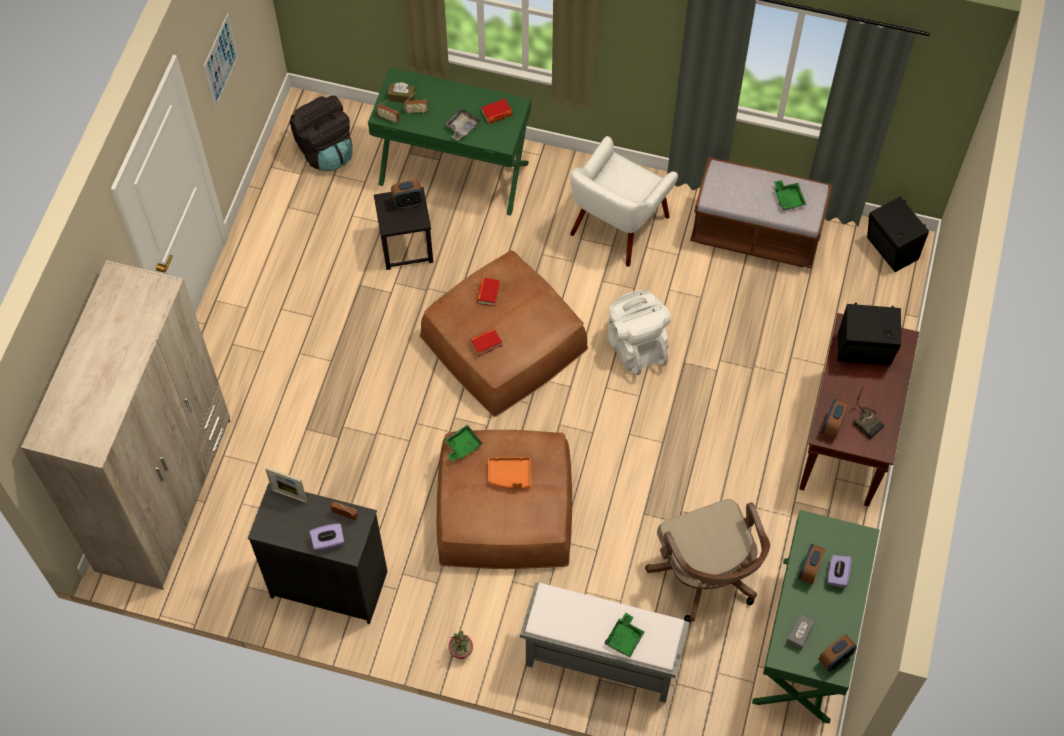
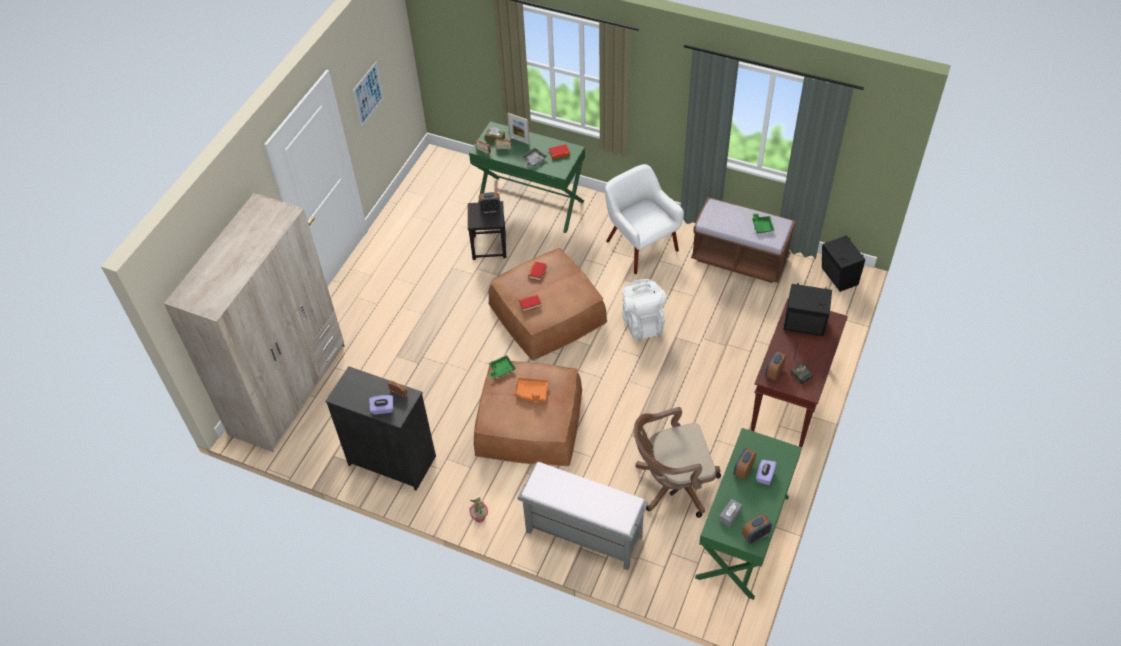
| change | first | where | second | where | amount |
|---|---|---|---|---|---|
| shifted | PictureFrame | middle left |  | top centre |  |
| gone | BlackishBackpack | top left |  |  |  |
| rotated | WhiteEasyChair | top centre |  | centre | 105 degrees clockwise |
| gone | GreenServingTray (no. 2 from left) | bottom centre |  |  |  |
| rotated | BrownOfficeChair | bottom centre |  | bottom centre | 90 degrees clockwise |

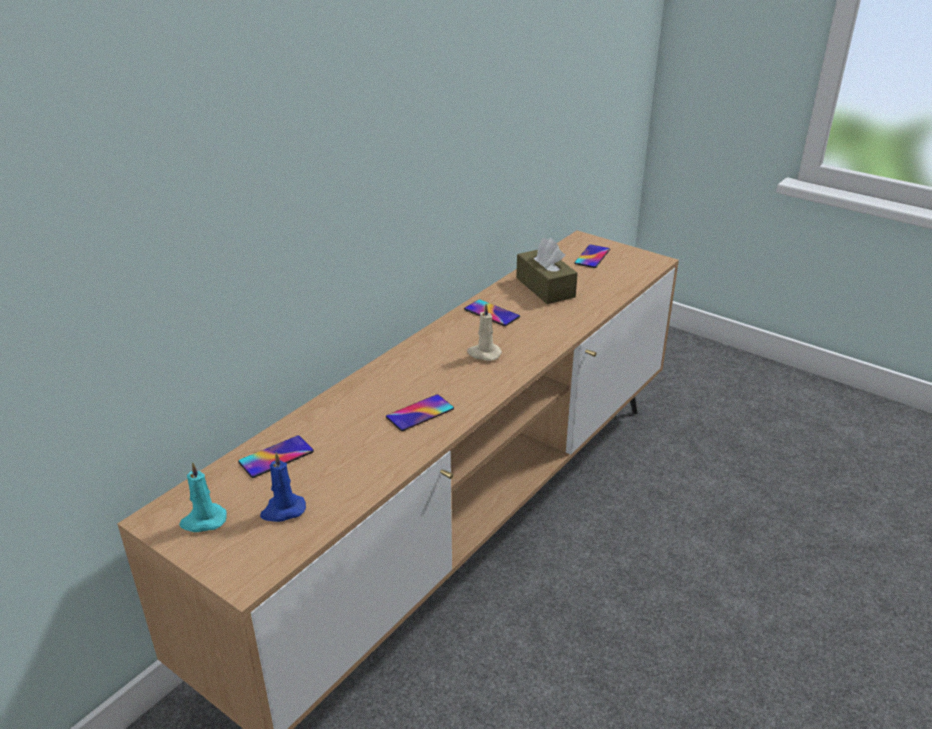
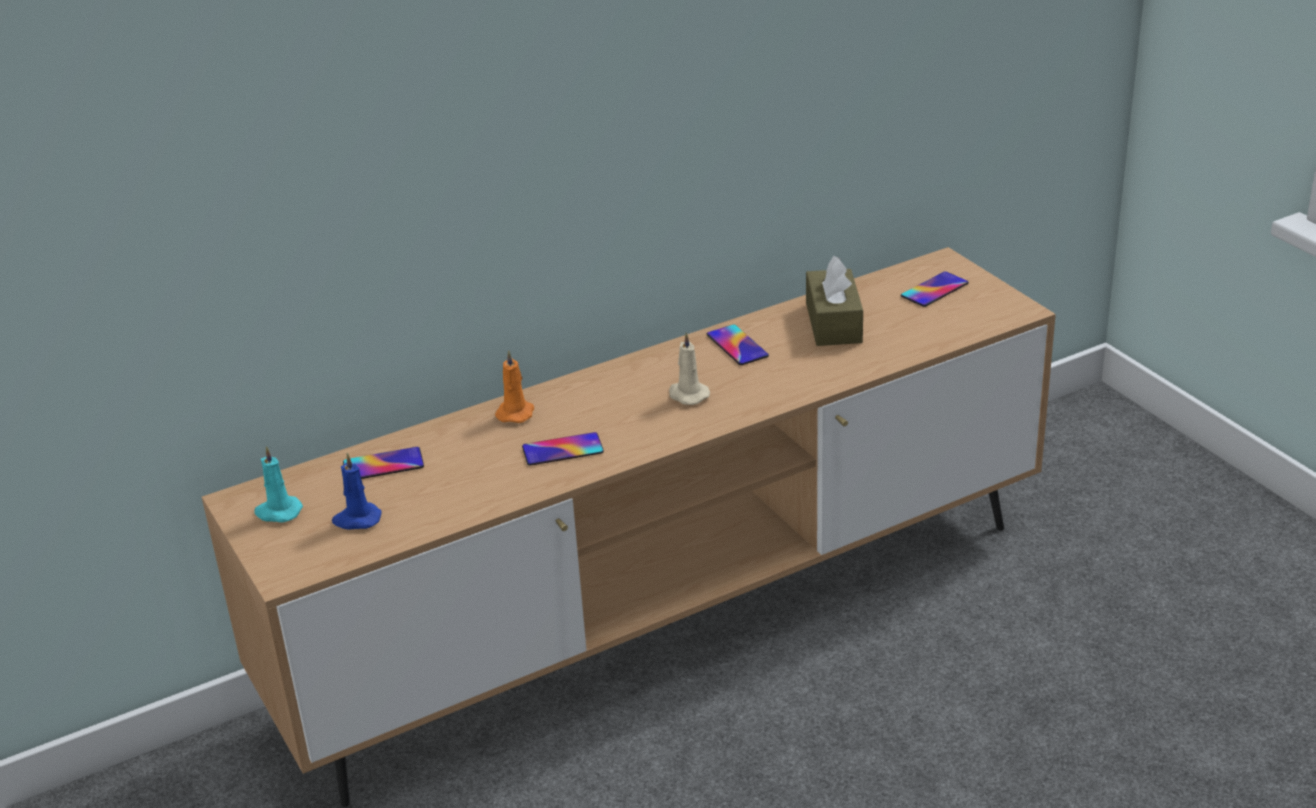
| change | first | where | second | where | amount |
|---|---|---|---|---|---|
| new |  |  | OrangeColouredWaxCandle | centre |  |

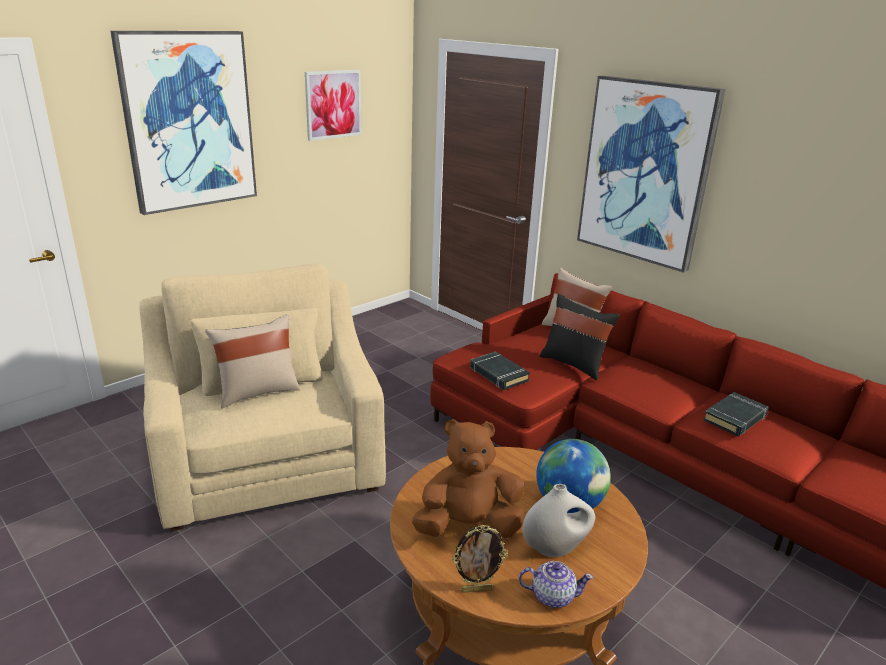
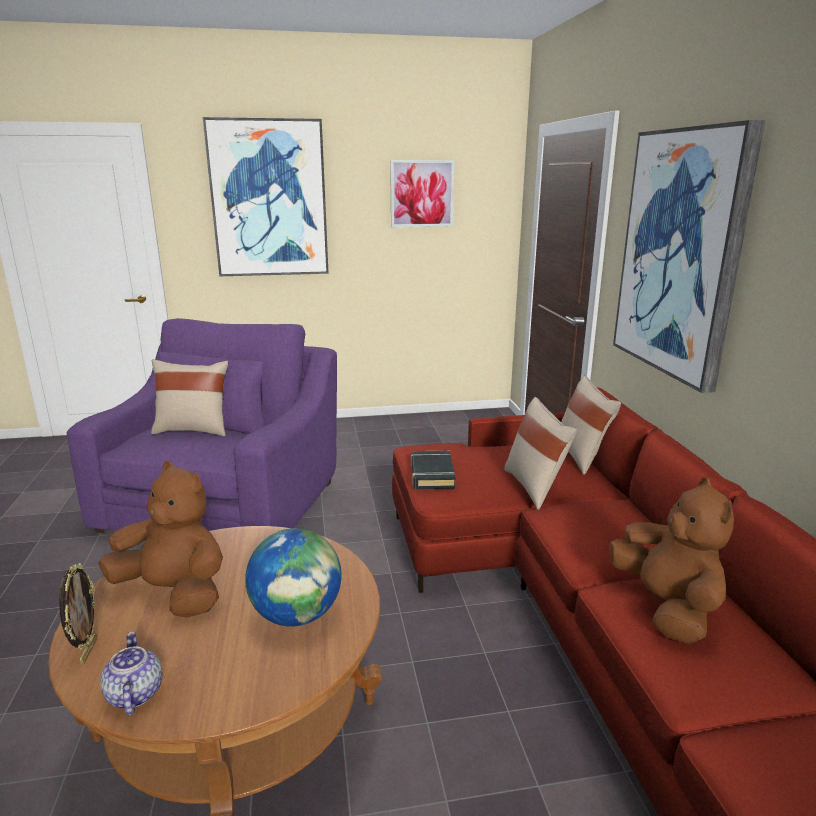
| change | first | where | second | where | amount |
|---|---|---|---|---|---|
| repainted | BeigeEasyChair | middle left | PurplishEasyChair | middle left |  |
| rotated | PictureFrame | bottom centre |  | bottom left | 120 degrees counterclockwise |
| rotated | TeaPot | bottom centre |  | bottom left | 150 degrees counterclockwise |
| gone | WhiteVase | bottom centre |  |  |  |
| repainted | BlackishCushion | centre | BeigeCushion (no. 2 from left) | centre |  |
| swapped | BlackishVolume (no. 2 from left) | middle right | BrownPlushToy (no. 2 from left) | bottom right |  |

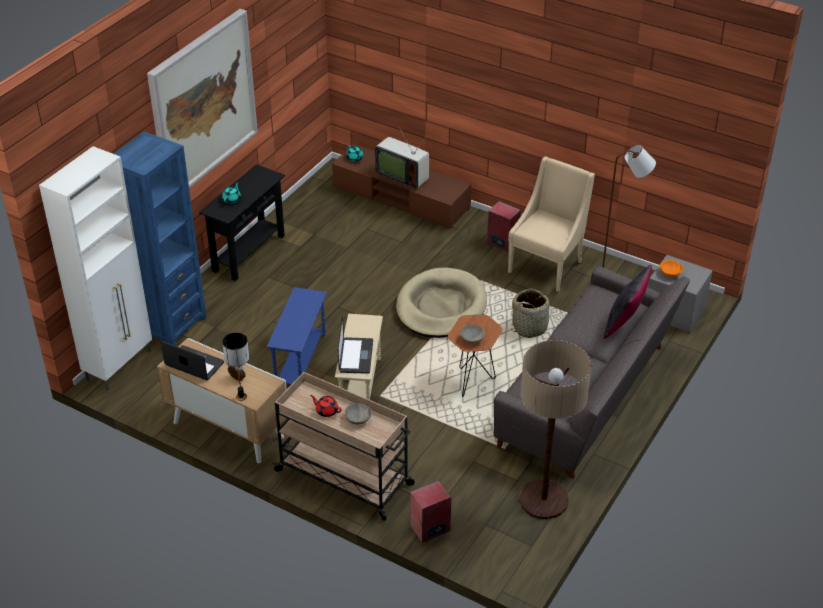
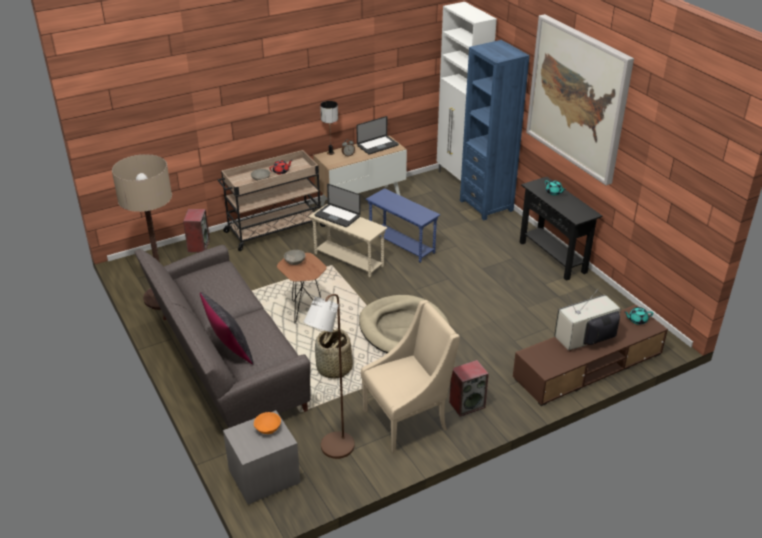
| change | first | where | second | where | amount |
|---|---|---|---|---|---|
| rotated | BeigeEasyChair | middle right |  | bottom centre | 90 degrees counterclockwise |

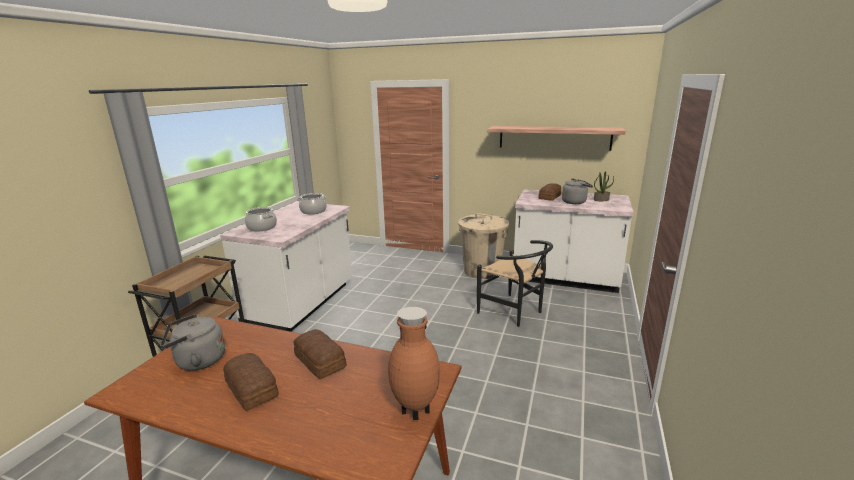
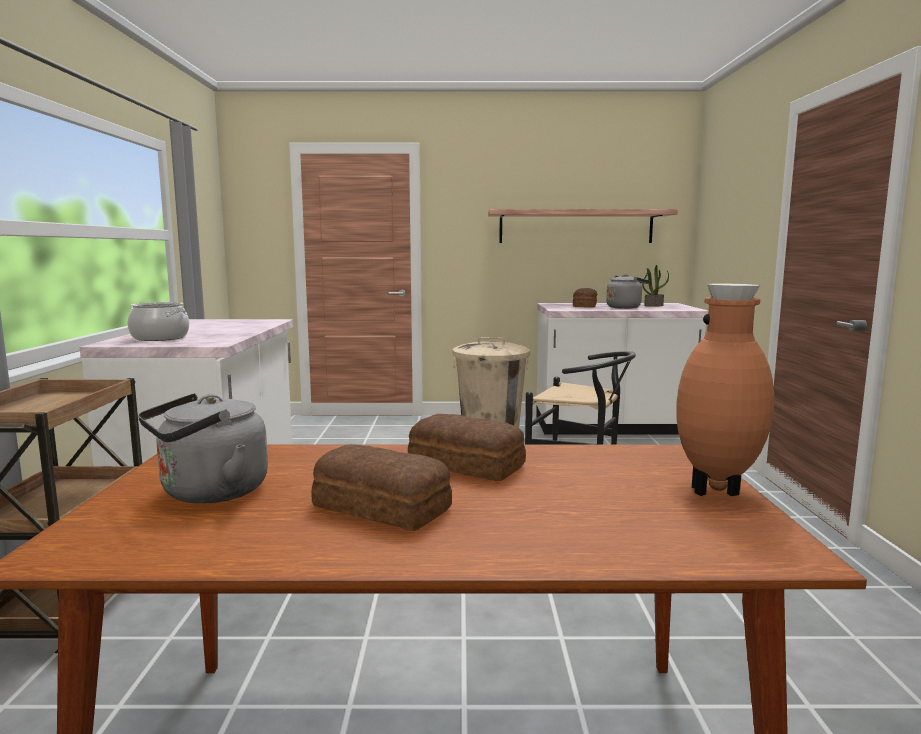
| change | first | where | second | where | amount |
|---|---|---|---|---|---|
| gone | Stockpot (no. 2 from left) | centre |  |  |  |

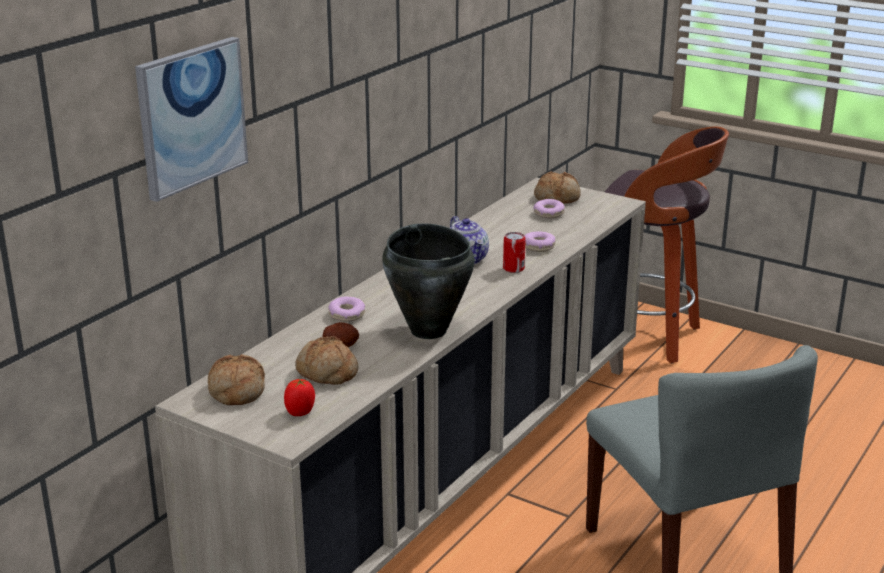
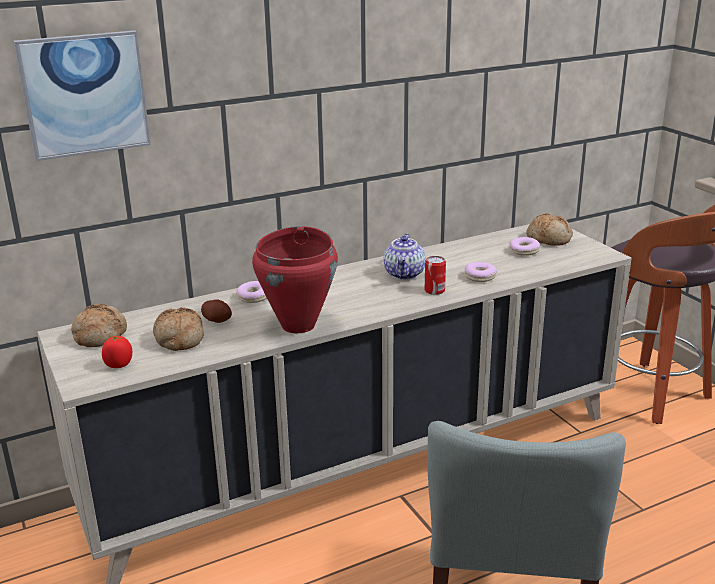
| change | first | where | second | where | amount |
|---|---|---|---|---|---|
| repainted | BlackishStockpot | centre | RedStockpot | centre |  |

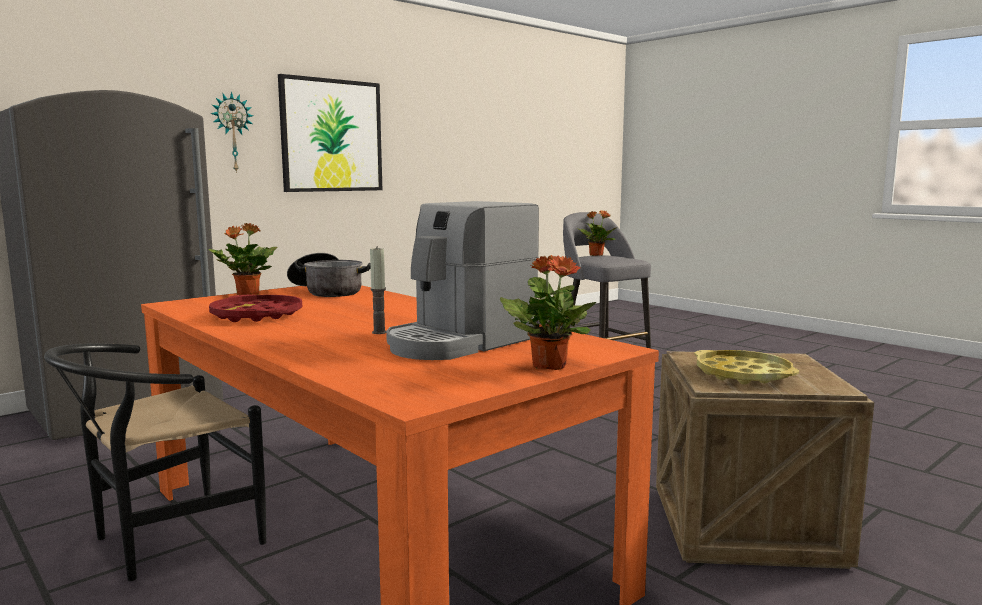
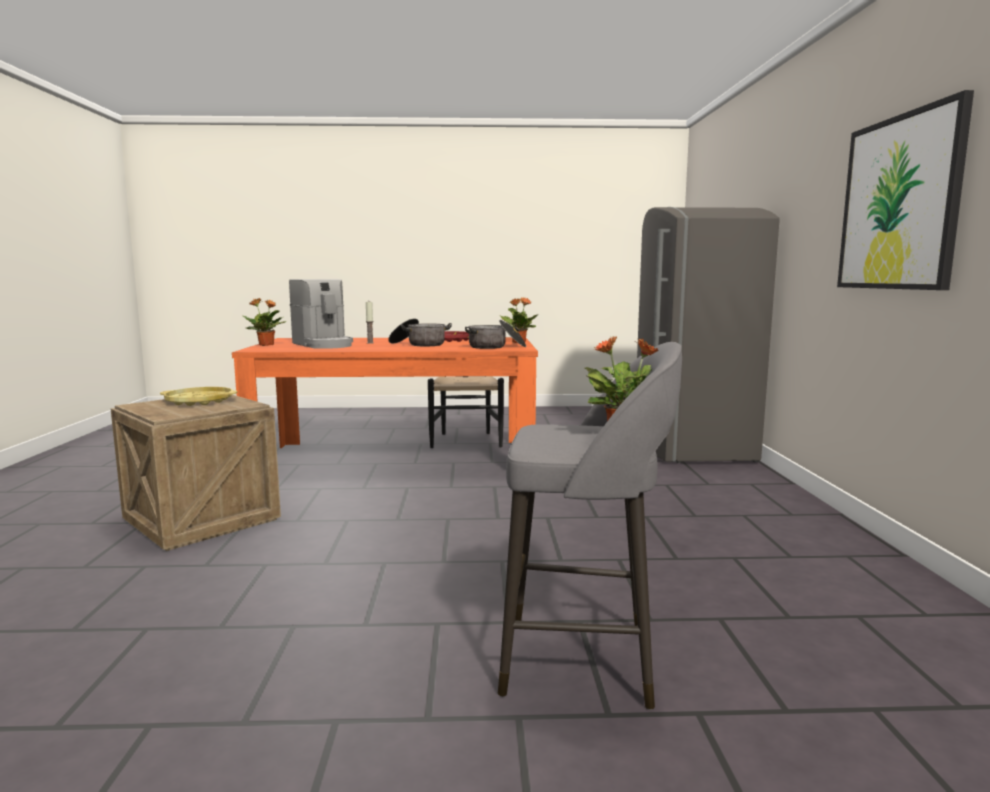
| change | first | where | second | where | amount |
|---|---|---|---|---|---|
| gone | WallClock | top left |  |  |  |
| rotated | CoffeeBrewer | centre |  | middle left | 150 degrees clockwise |
| new |  |  | Stockpot (no. 1 from left) | centre |  |

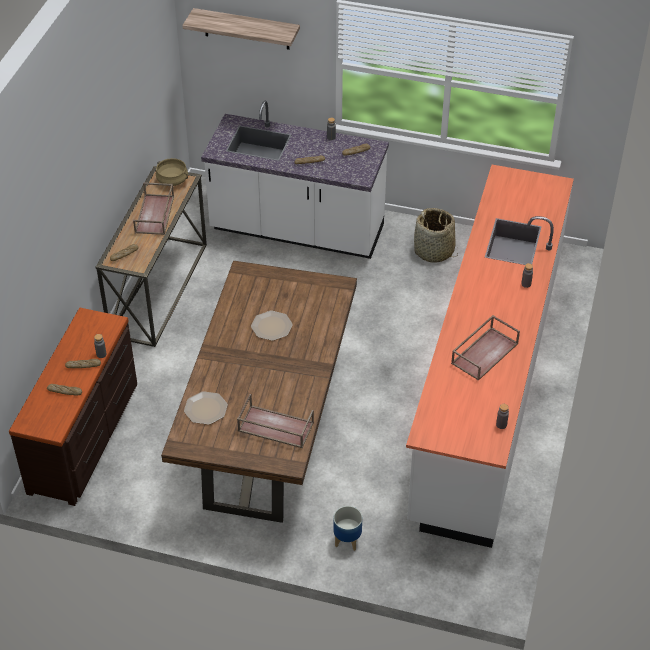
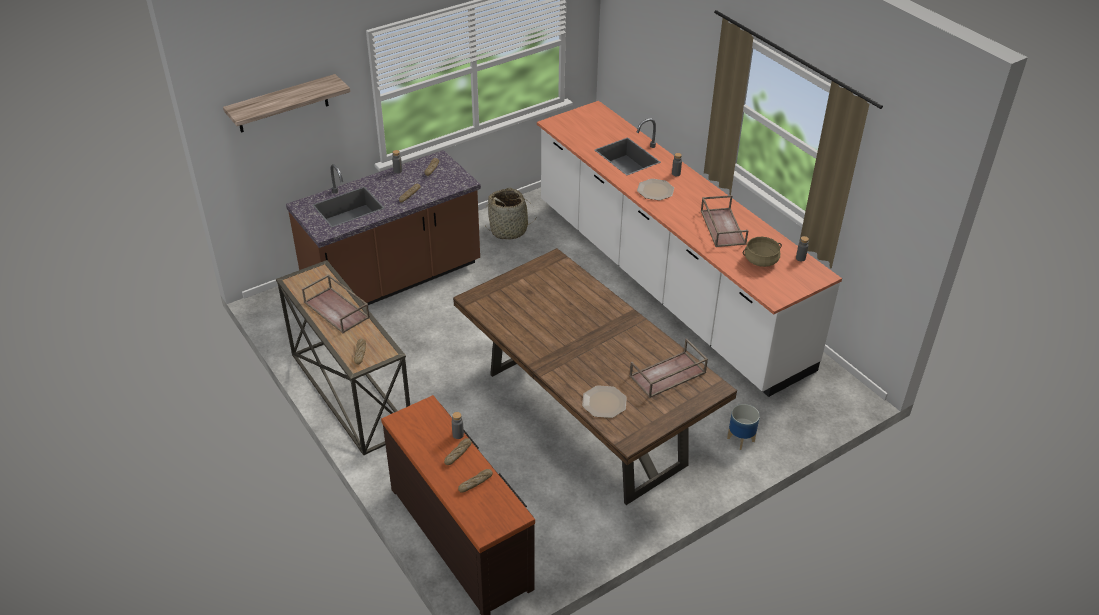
| change | first | where | second | where | amount |
|---|---|---|---|---|---|
| shifted | BeigeStockpot | top left |  | middle right |  |
| repainted | WhiteKitchenCounter (no. 1 from left) | top centre | BrownKitchenCounter | centre |  |
| shifted | Plate (no. 2 from left) | centre |  | top centre |  |

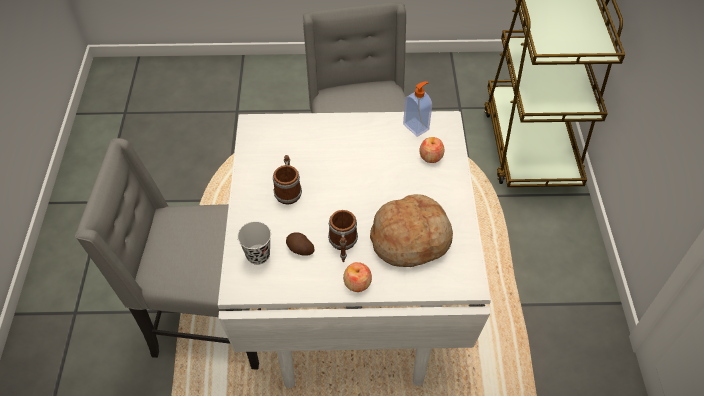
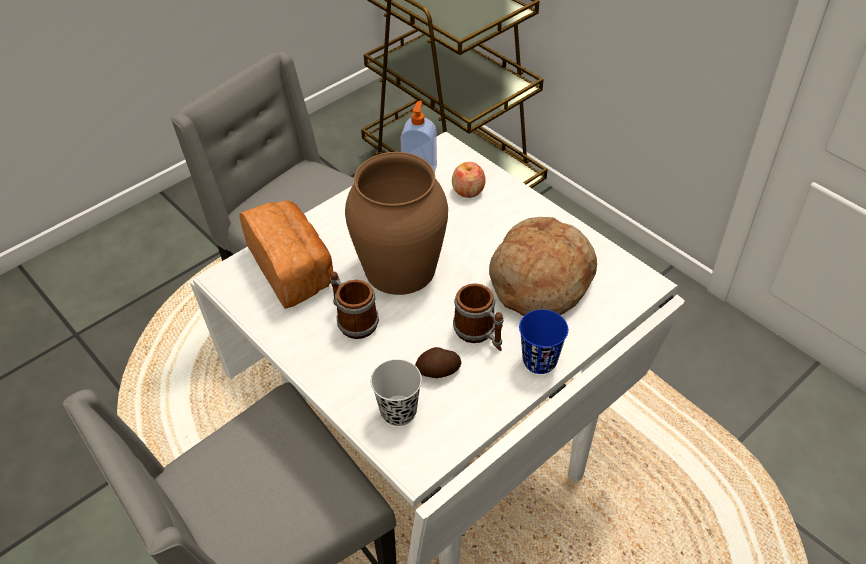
| change | first | where | second | where | amount |
|---|---|---|---|---|---|
| swapped | WholeApple (no. 1 from left) | bottom centre | BlueDrinkingCup | centre |  |
| new |  |  | BakedBread (no. 1 from left) | middle left |  |
| new |  |  | BrownVase | centre |  |

